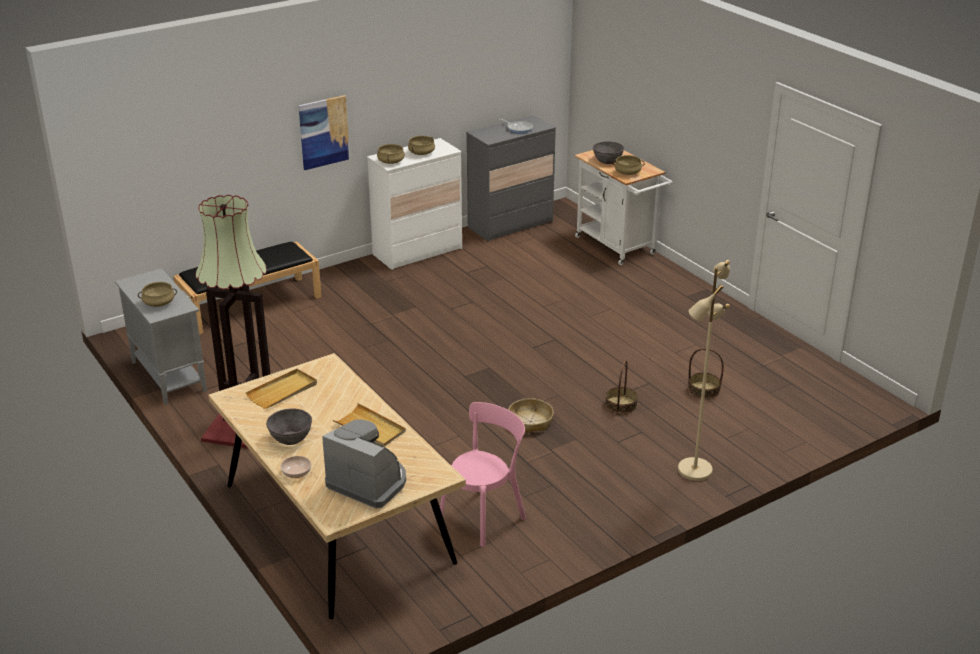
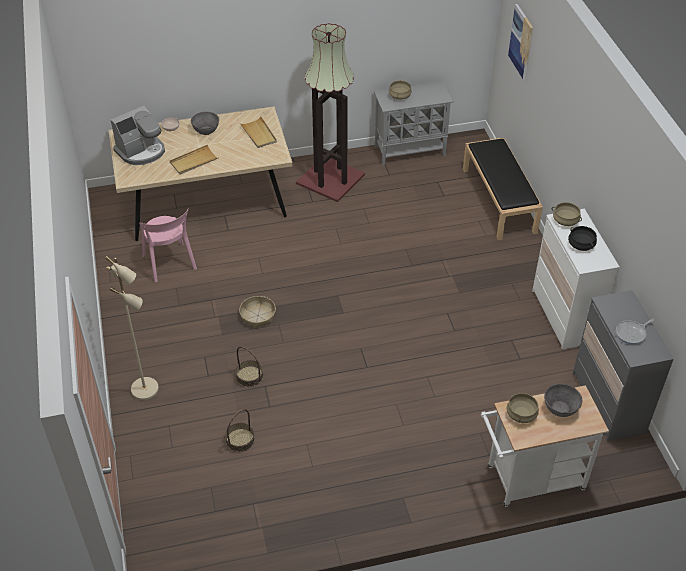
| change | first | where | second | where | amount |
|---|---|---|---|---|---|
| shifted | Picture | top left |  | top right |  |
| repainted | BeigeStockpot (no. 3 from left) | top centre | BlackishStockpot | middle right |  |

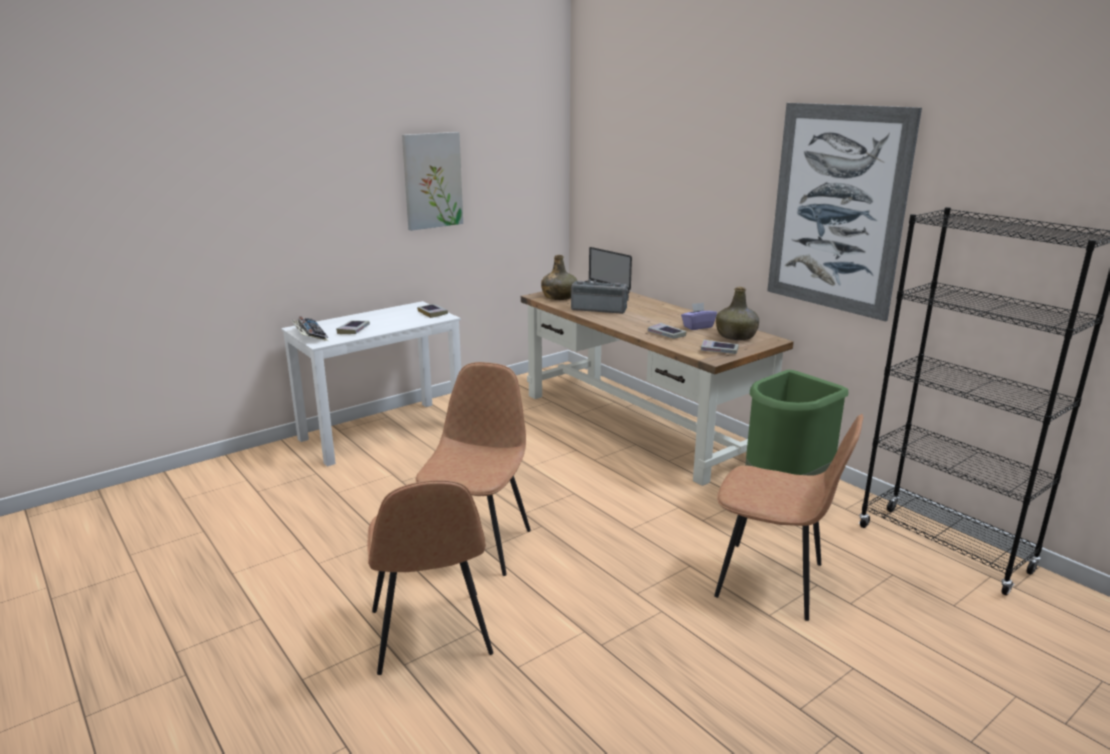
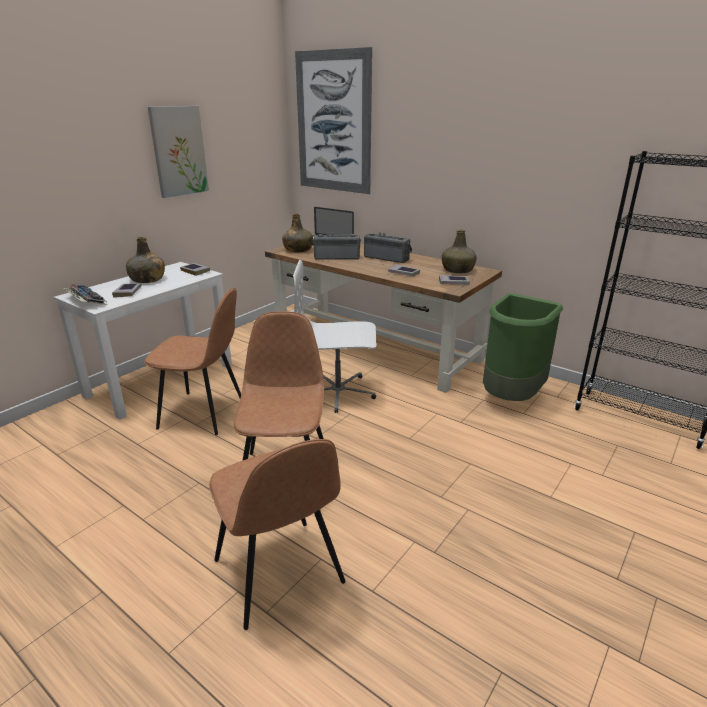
| change | first | where | second | where | amount |
|---|---|---|---|---|---|
| gone | PurplishBoxOfTissues | centre |  |  |  |
| shifted | BrownChair (no. 3 from left in the first image) | bottom right | BrownChair (no. 1 from left) | middle left |  |
| shifted | Picture (no. 2 from left) | top right |  | top centre |  |
| new |  |  | GreenBottle (no. 1 from left) | middle left |  |
| new |  |  | WhiteOfficeChair | centre |  |
| new |  |  | RadioReceiver (no. 2 from left) | centre |  |

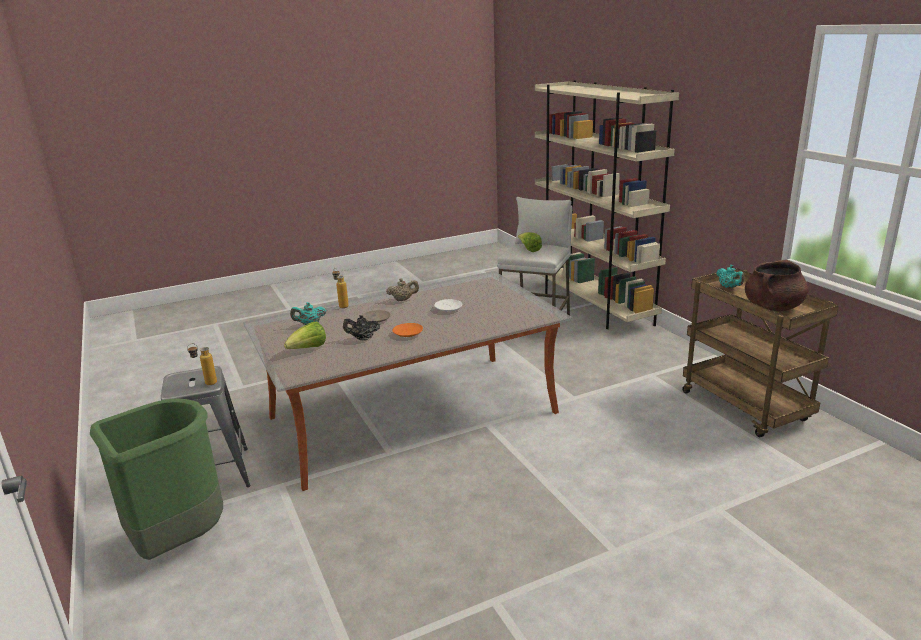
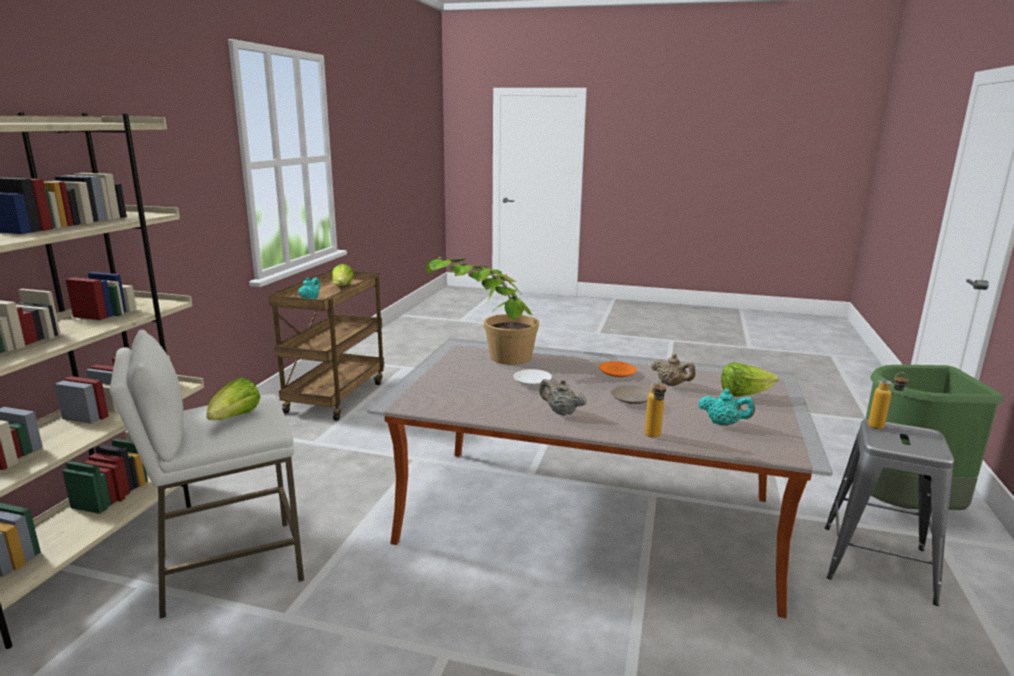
| change | first | where | second | where | amount |
|---|---|---|---|---|---|
| repainted | BlackishTeaPot | centre | BeigeTeaPot (no. 2 from left) | centre |  |
| swapped | BrownStockpot | middle right | HeadOfLettuce (no. 2 from left) | centre |  |
| new |  |  | Houseplant | centre |  |

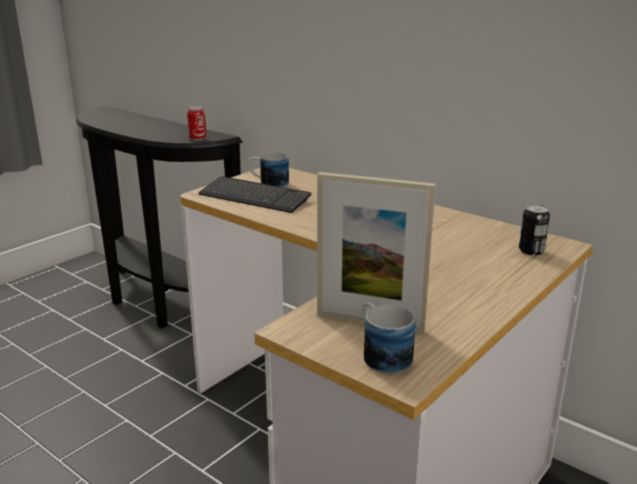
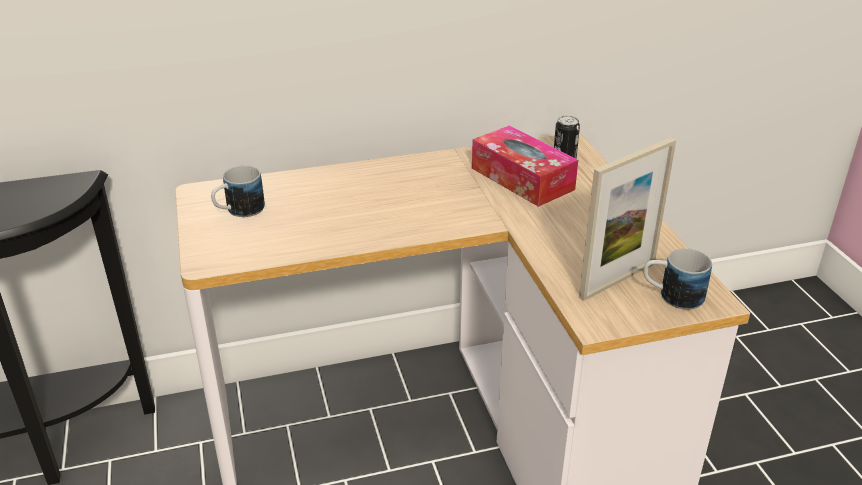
| change | first | where | second | where | amount |
|---|---|---|---|---|---|
| gone | MetalCan (no. 1 from left) | top left |  |  |  |
| gone | Keyboard | centre |  |  |  |
| new |  |  | BoxOfTissues | centre |  |

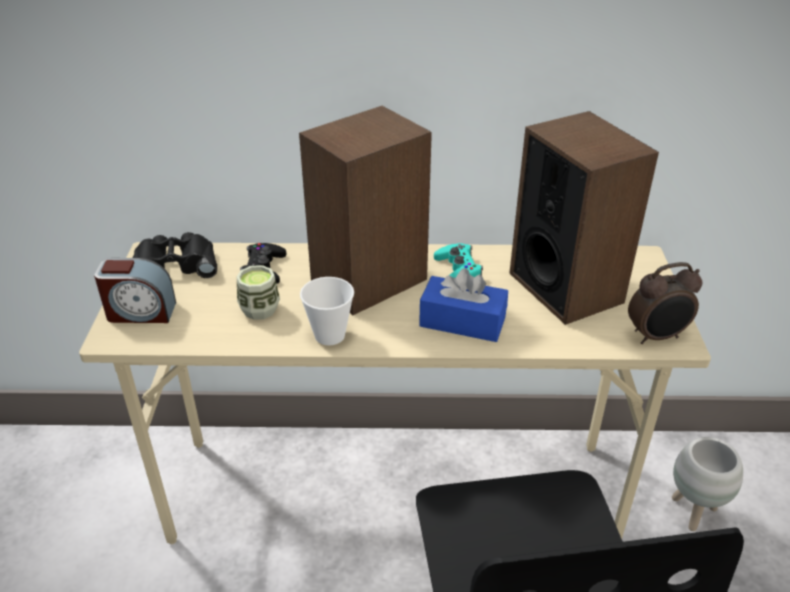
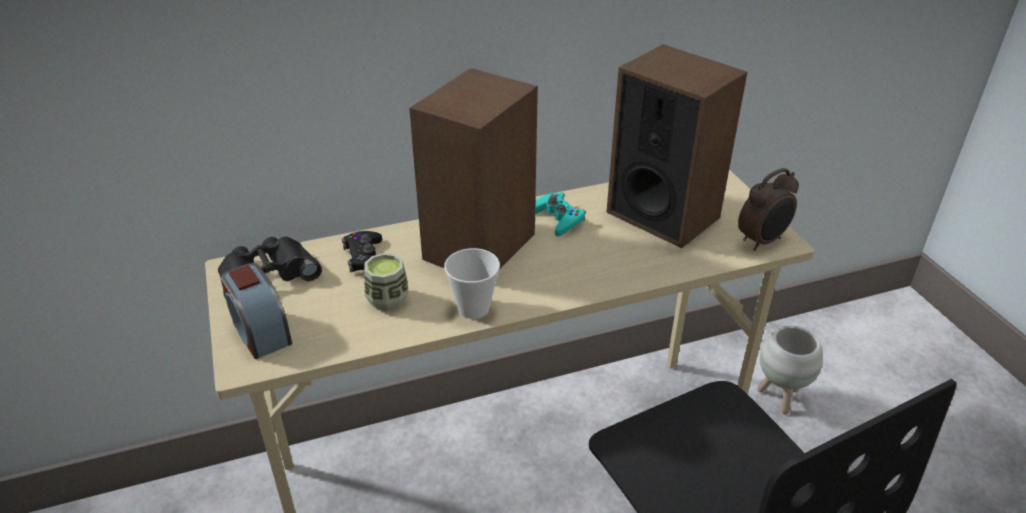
| change | first | where | second | where | amount |
|---|---|---|---|---|---|
| rotated | AlarmClock (no. 1 from left) | middle left |  | middle left | 75 degrees clockwise |
| gone | BlueBoxOfTissues | centre |  |  |  |

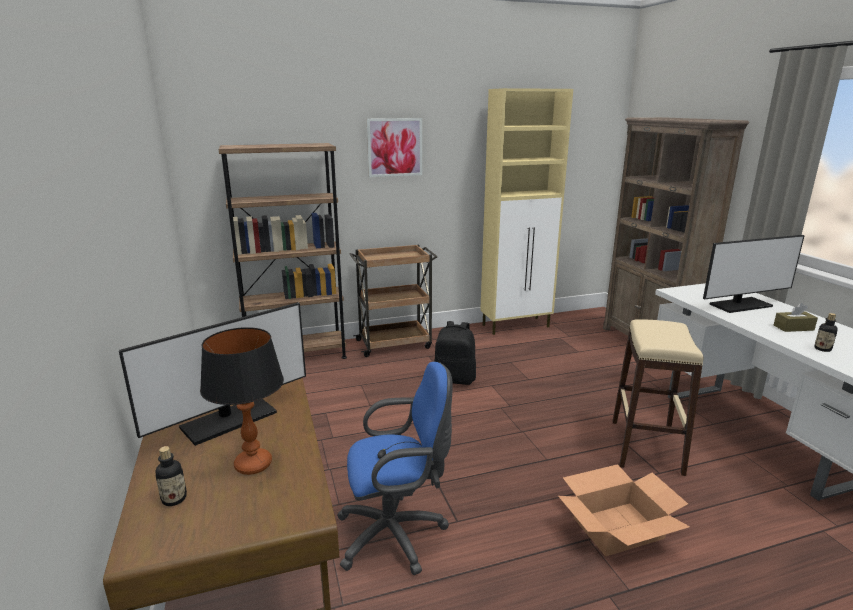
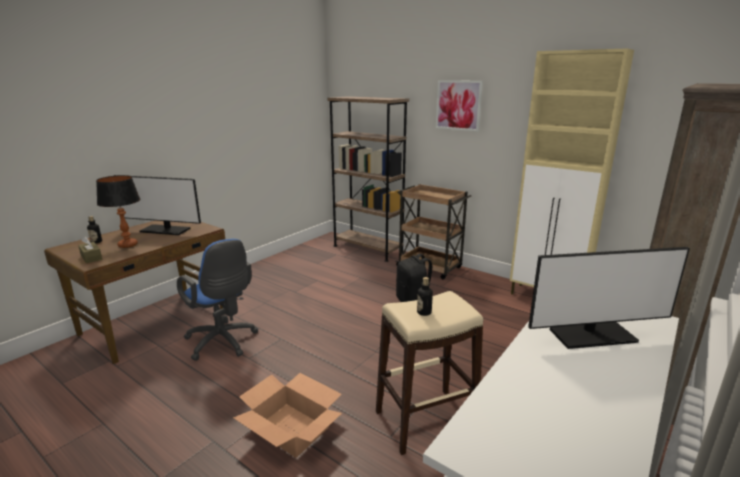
| change | first | where | second | where | amount |
|---|---|---|---|---|---|
| rotated | ComputerScreen (no. 2 from left) | middle right |  | middle right | 45 degrees counterclockwise |
| shifted | BrownBoxOfTissues | middle right |  | middle left |  |
| shifted | Bottle (no. 2 from left) | middle right |  | centre |  |

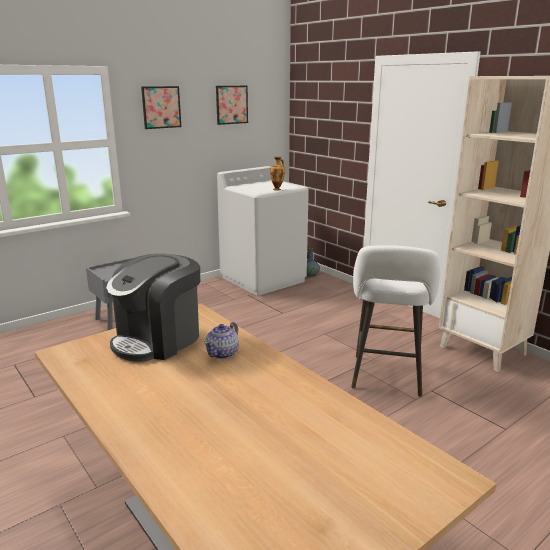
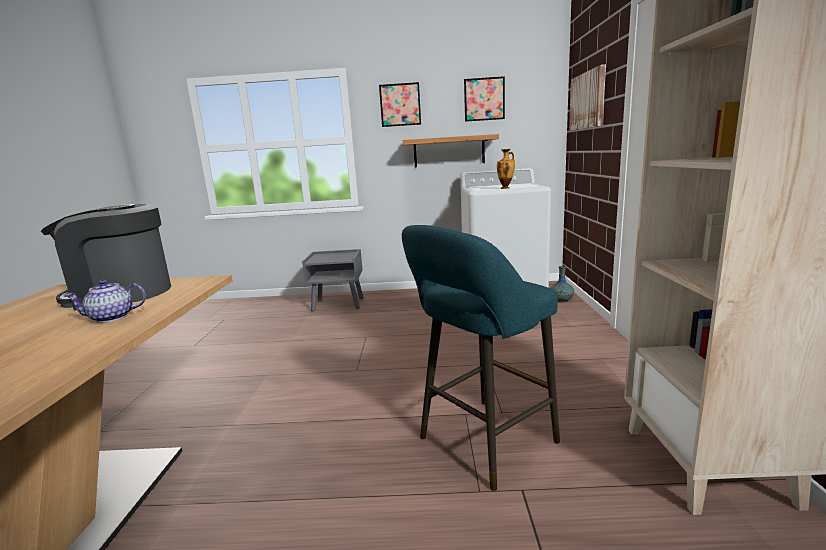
| change | first | where | second | where | amount |
|---|---|---|---|---|---|
| repainted | WhiteSittingStool | middle right | BlueGreenSittingStool | centre |  |
| new |  |  | BracketShelf | top centre |  |
| new |  |  | Picture (no. 3 from left) | top right |  |

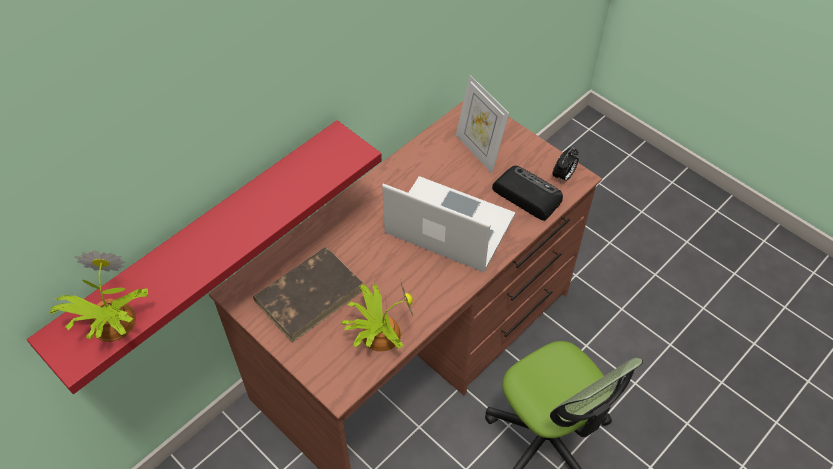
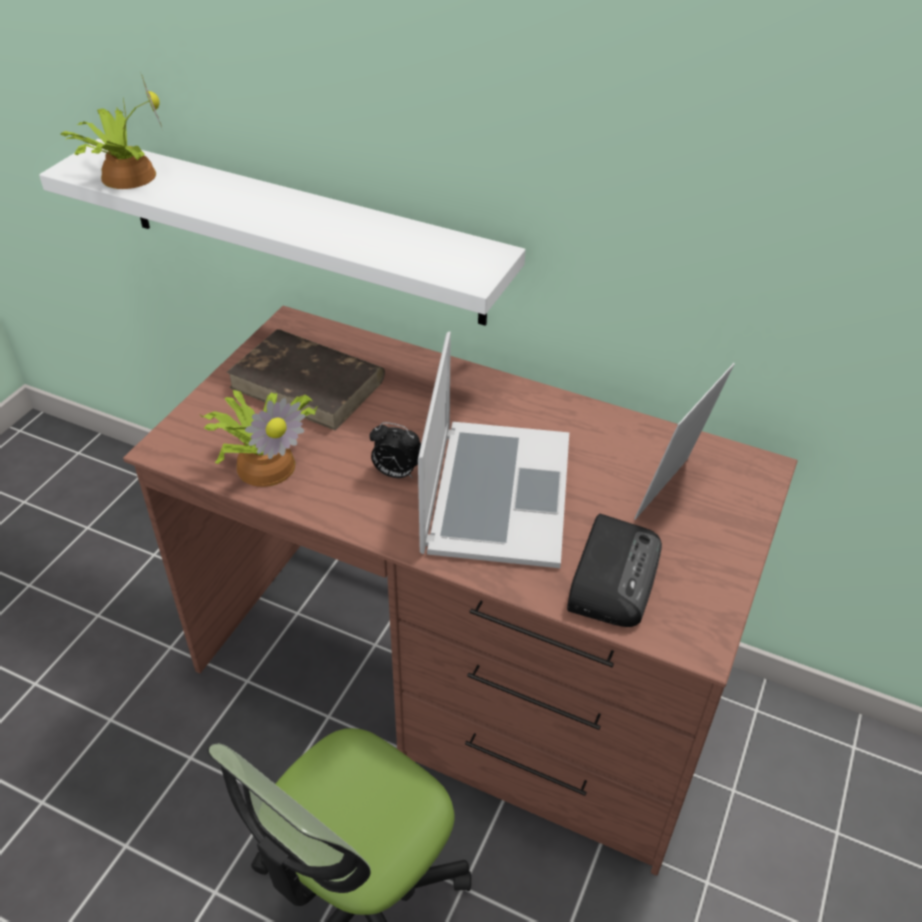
| change | first | where | second | where | amount |
|---|---|---|---|---|---|
| repainted | RedBracketShelf | middle left | WhiteBracketShelf | top left |  |
| shifted | AlarmClock | middle right |  | centre |  |

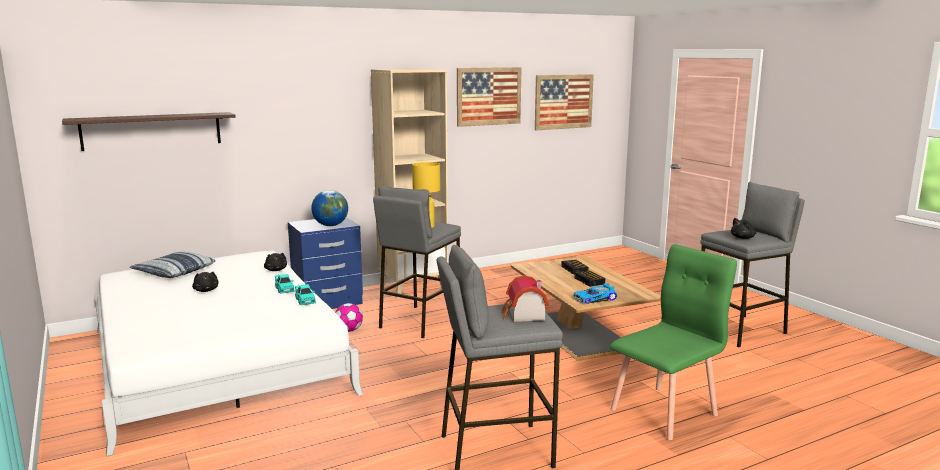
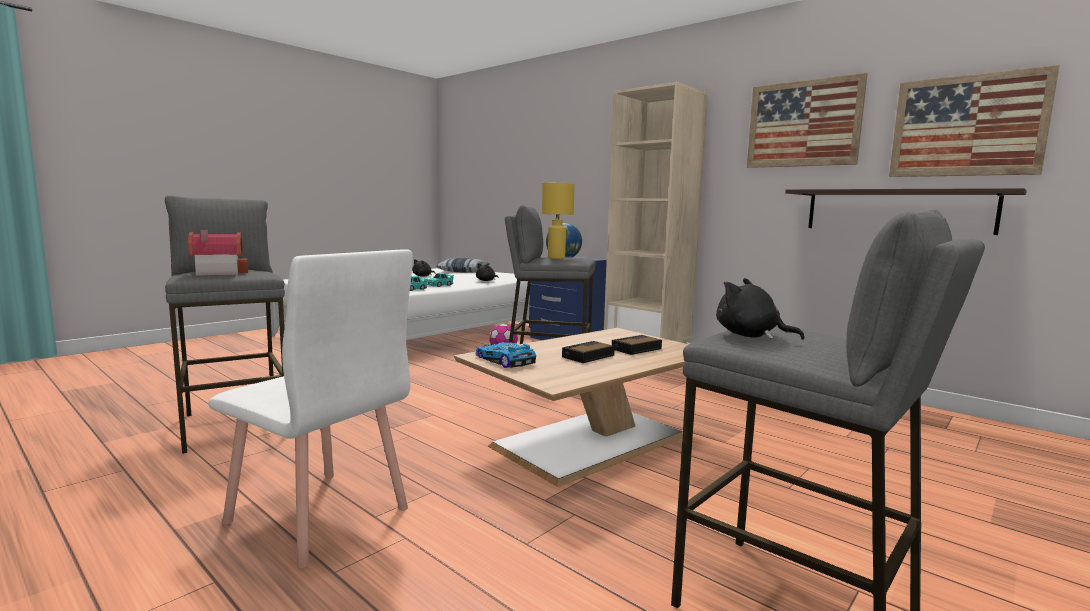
| change | first | where | second | where | amount |
|---|---|---|---|---|---|
| shifted | BracketShelf | top left |  | middle right |  |
| repainted | GreenChair | bottom right | WhiteChair | bottom left |  |

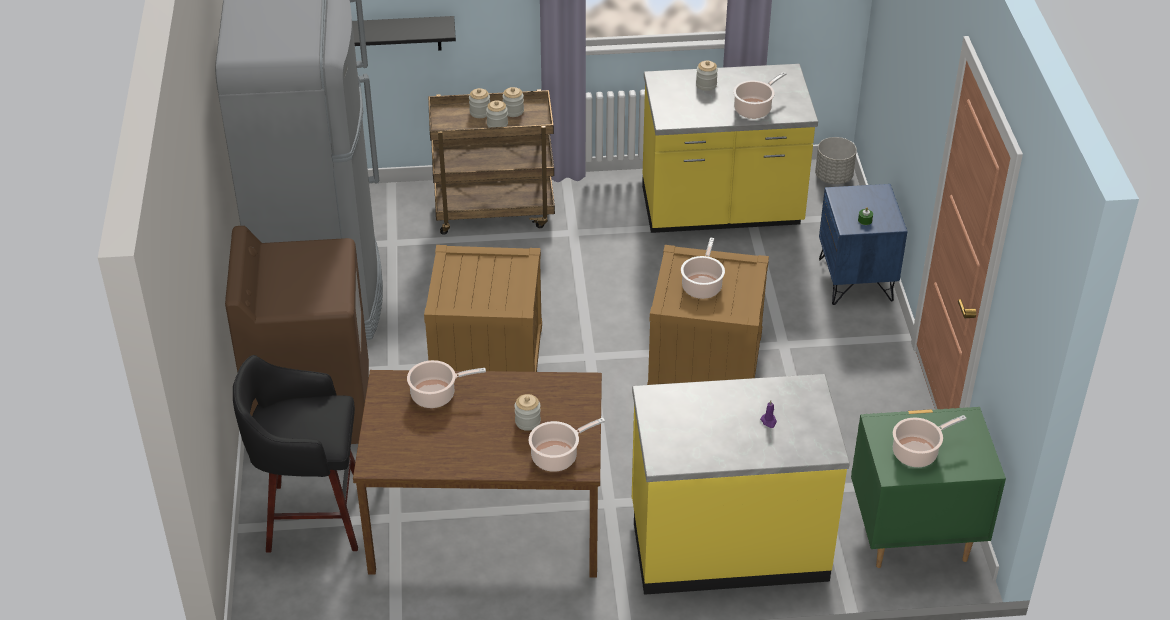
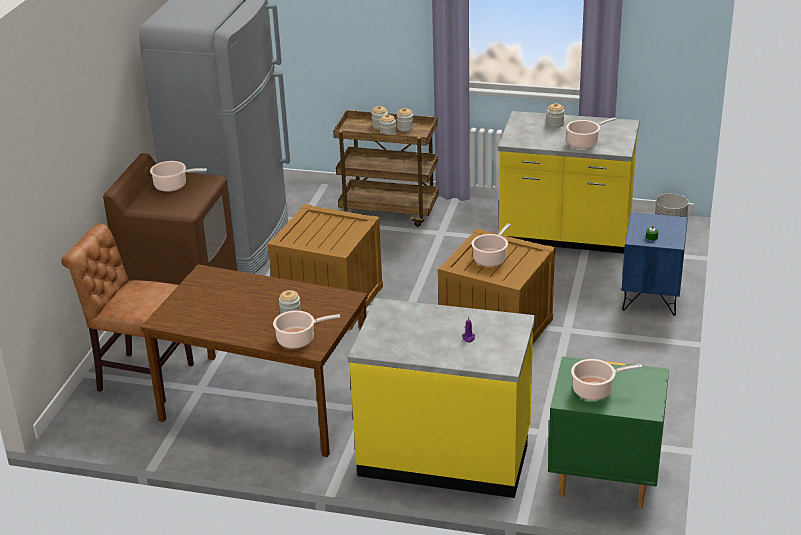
| change | first | where | second | where | amount |
|---|---|---|---|---|---|
| swapped | BlackishSittingStool | bottom left | BrownChair | middle left |  |
| gone | BlackishBracketShelf | top centre |  |  |  |
| shifted | Stockpot (no. 1 from left) | centre |  | top left |  |

